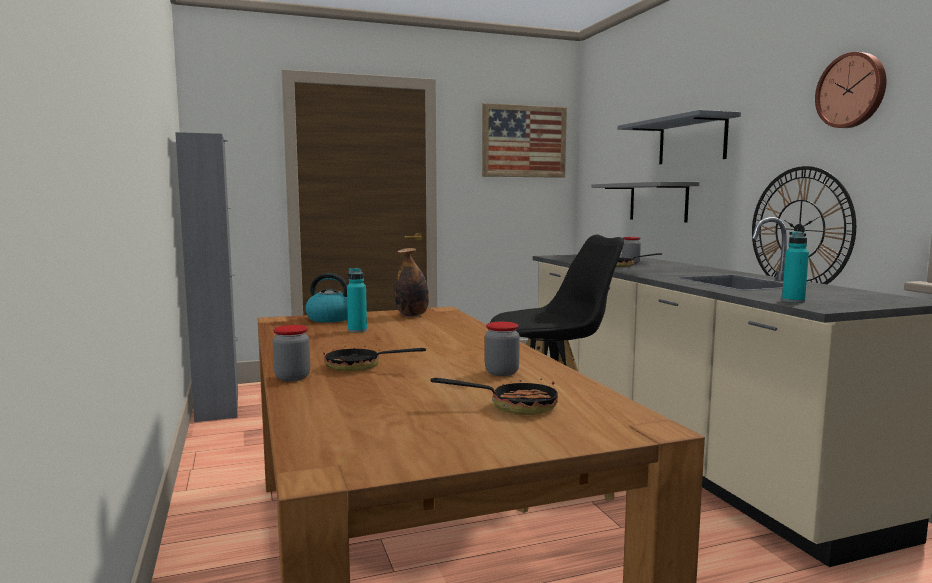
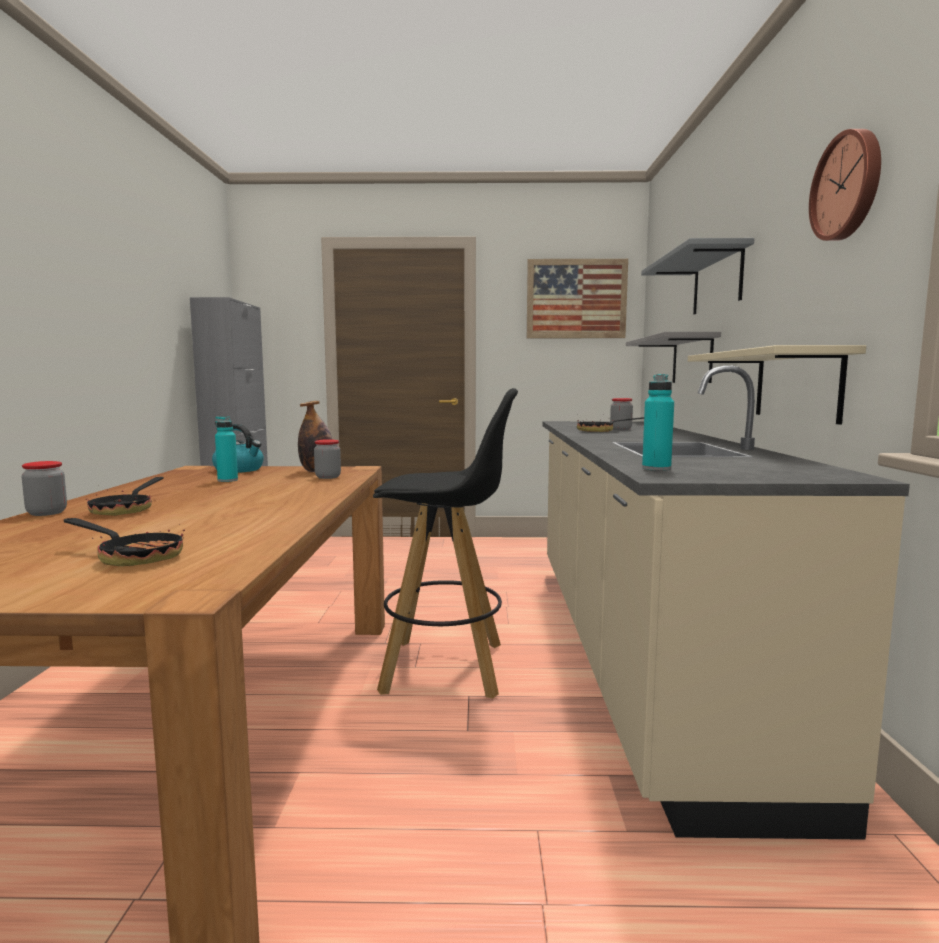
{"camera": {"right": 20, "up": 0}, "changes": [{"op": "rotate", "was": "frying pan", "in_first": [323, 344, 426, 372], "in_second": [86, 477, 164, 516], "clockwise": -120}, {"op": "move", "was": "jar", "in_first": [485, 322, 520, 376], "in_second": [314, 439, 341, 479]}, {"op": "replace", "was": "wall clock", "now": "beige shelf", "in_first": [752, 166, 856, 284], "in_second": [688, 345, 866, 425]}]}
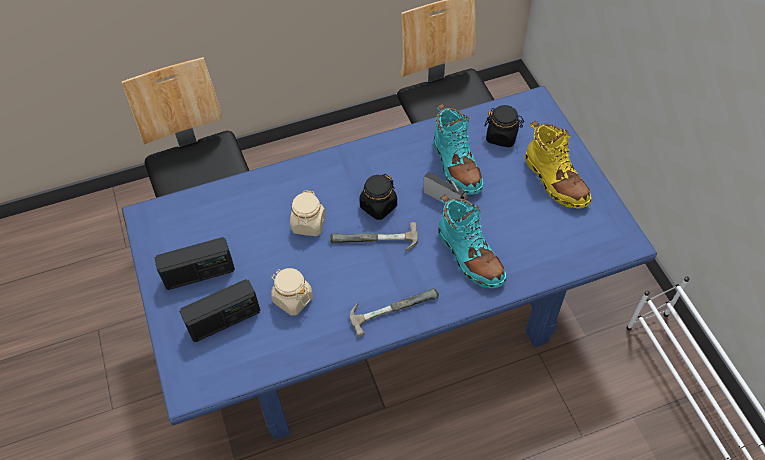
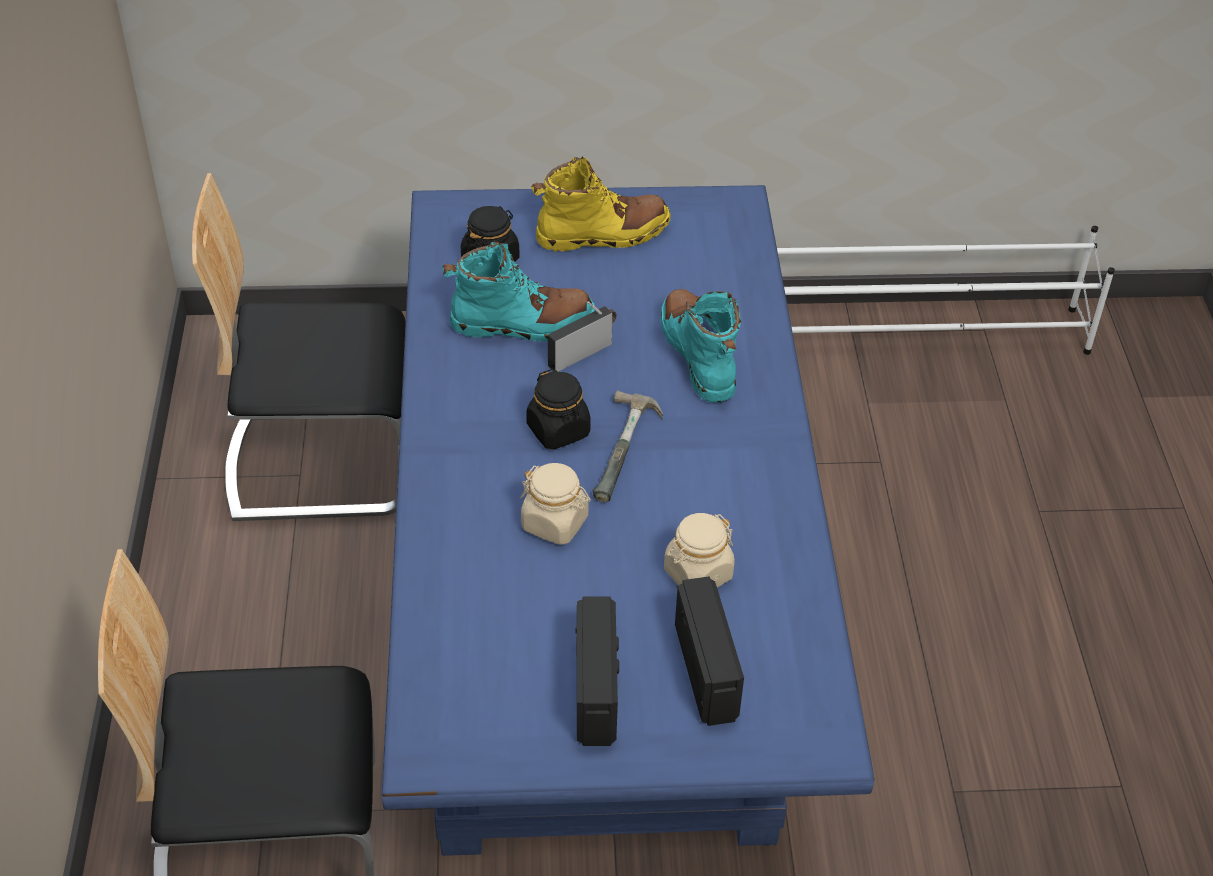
{"camera": {"right": -75, "up": -10}, "changes": [{"op": "delete", "was": "hammer", "in_first": [350, 288, 439, 337]}, {"op": "rotate", "was": "turquoise boot", "in_first": [438, 195, 507, 288], "in_second": [660, 289, 741, 403], "clockwise": -90}]}
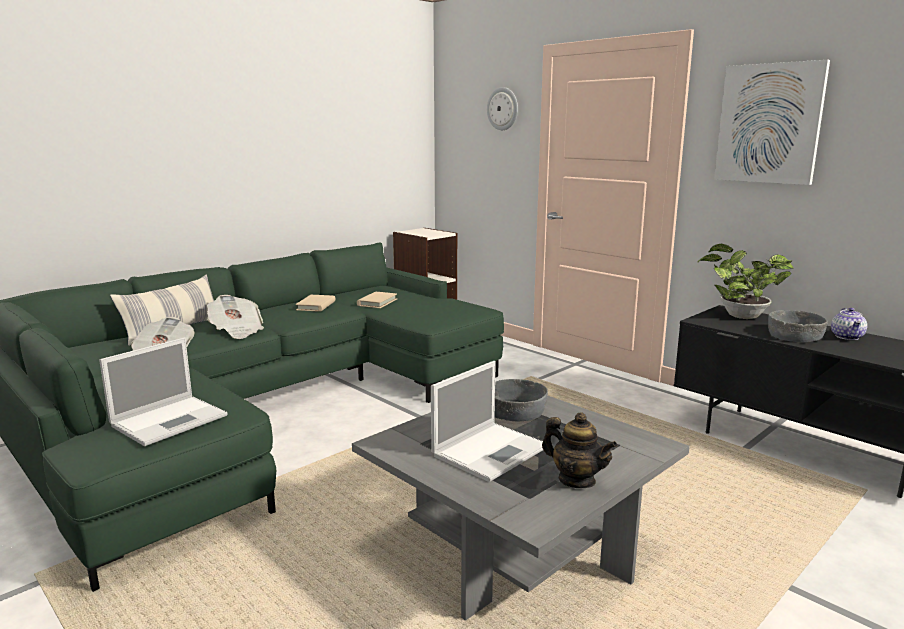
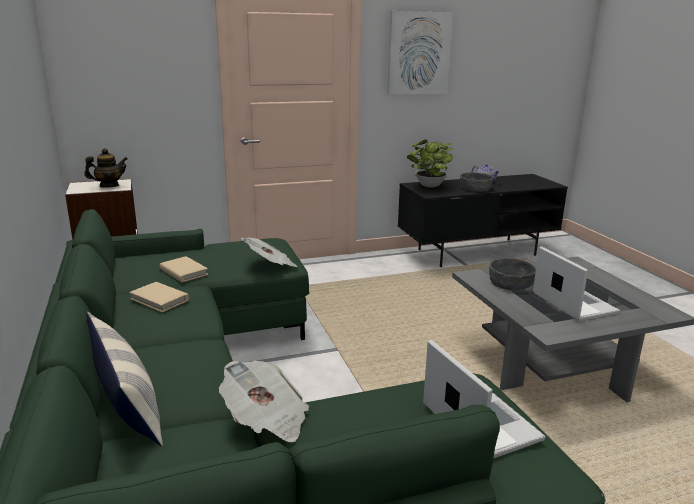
{"camera": {"right": -65, "up": 5}, "changes": [{"op": "move", "was": "newspaper", "in_first": [207, 295, 264, 339], "in_second": [241, 237, 298, 267]}, {"op": "delete", "was": "wall clock", "in_first": [487, 87, 518, 130]}, {"op": "move", "was": "teapot", "in_first": [542, 412, 617, 488], "in_second": [84, 148, 127, 188]}]}
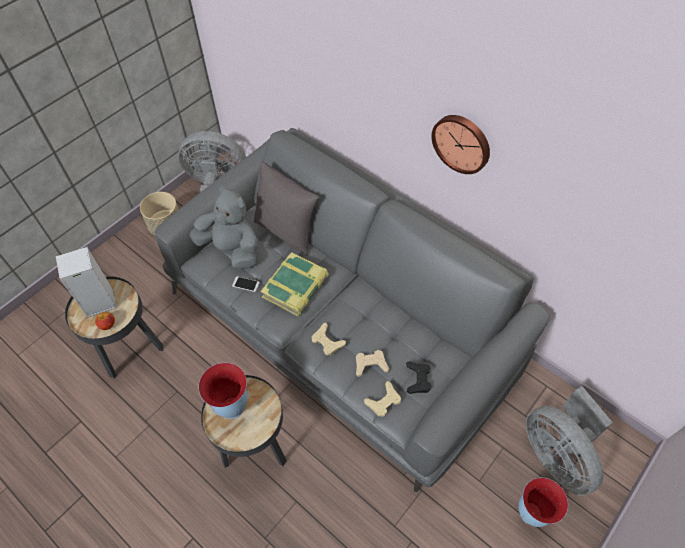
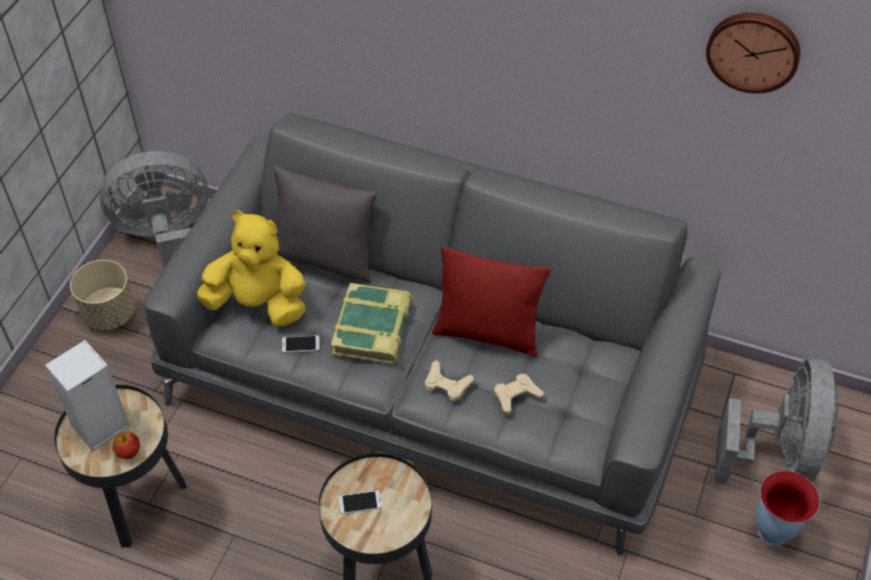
{"camera": {"right": -20, "up": -5}, "changes": [{"op": "recolor", "was": "grey plush toy", "now": "yellow plush toy", "in_first": [190, 185, 258, 269], "in_second": [197, 211, 306, 327]}, {"op": "replace", "was": "vase", "now": "phone", "in_first": [198, 363, 248, 419], "in_second": [338, 490, 382, 514]}, {"op": "delete", "was": "beige game controller", "in_first": [364, 381, 401, 417]}, {"op": "delete", "was": "black game controller", "in_first": [406, 361, 432, 394]}, {"op": "move", "was": "wall clock", "in_first": [431, 115, 490, 174], "in_second": [706, 13, 801, 93]}, {"op": "rotate", "was": "grey fan", "in_first": [526, 386, 613, 495], "in_second": [715, 359, 839, 484], "clockwise": -120}, {"op": "insert", "now": "red pillow", "in_second": [432, 246, 551, 357]}]}
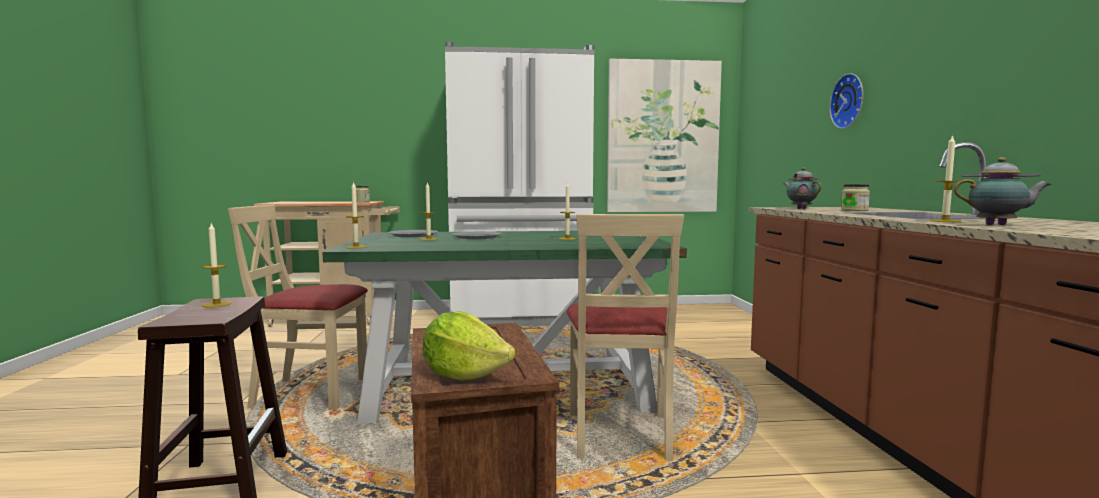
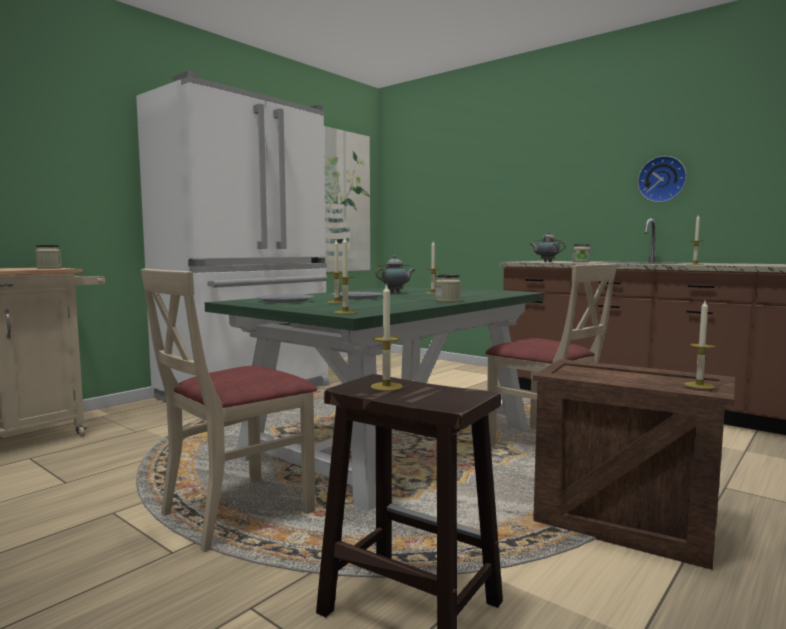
{"camera": {"right": -45, "up": 0}, "changes": [{"op": "replace", "was": "lettuce", "now": "candle", "in_first": [423, 311, 515, 381], "in_second": [685, 301, 715, 389]}, {"op": "move", "was": "wall clock", "in_first": [829, 73, 863, 129], "in_second": [638, 156, 687, 202]}, {"op": "move", "was": "teapot", "in_first": [954, 157, 1051, 225], "in_second": [375, 256, 415, 293]}, {"op": "insert", "now": "jar", "in_second": [435, 274, 461, 302]}]}
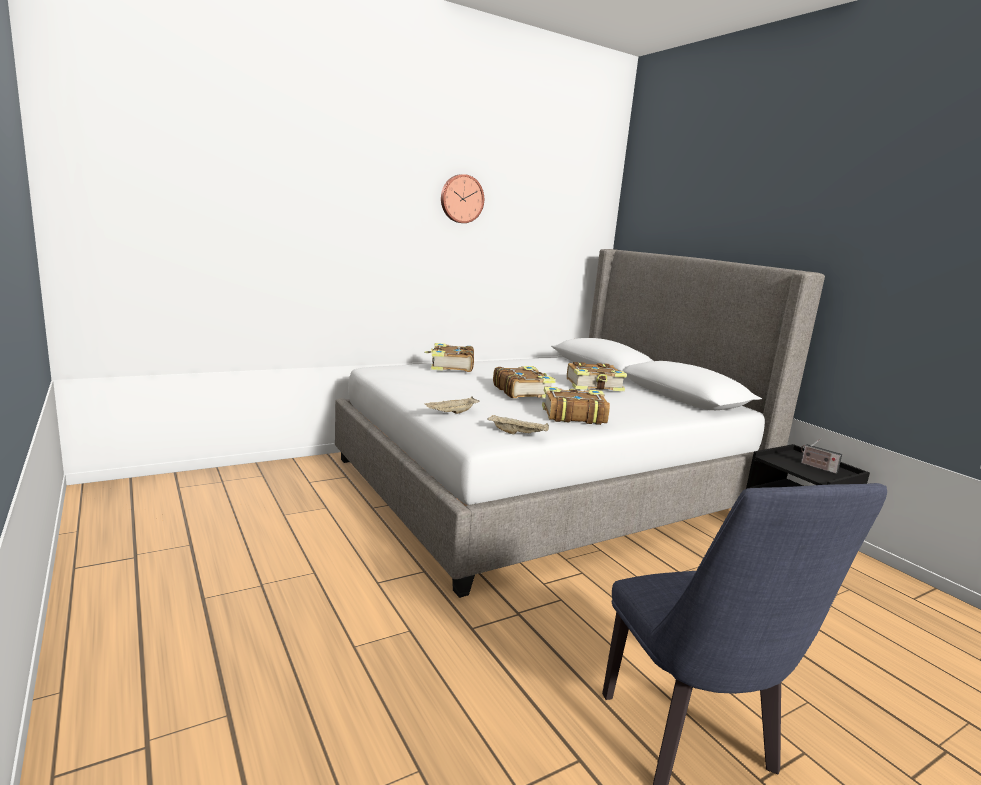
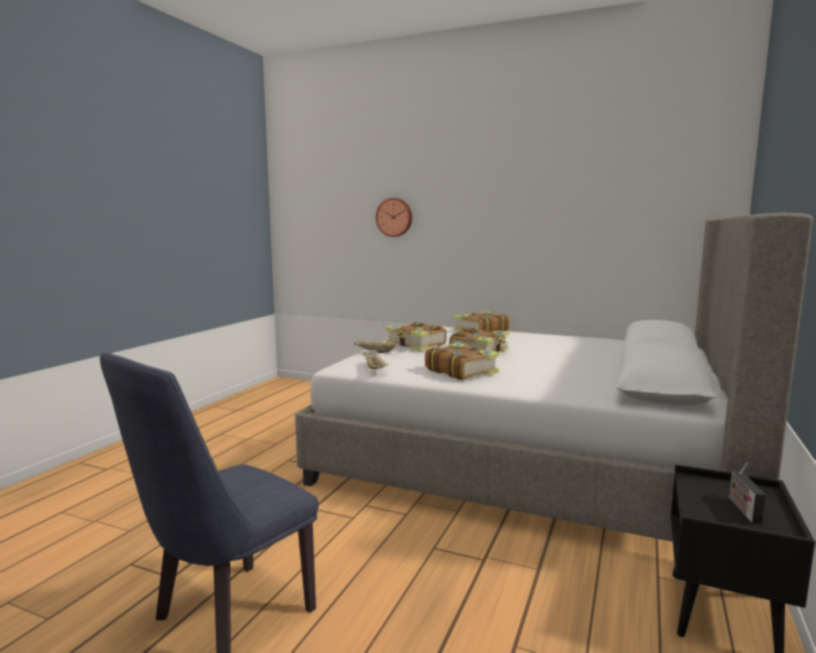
{"camera": {"right": 55, "up": -5}, "changes": [{"op": "move", "was": "wall clock", "in_first": [441, 174, 484, 223], "in_second": [376, 198, 412, 237]}, {"op": "move", "was": "book", "in_first": [567, 362, 627, 391], "in_second": [386, 322, 446, 351]}]}
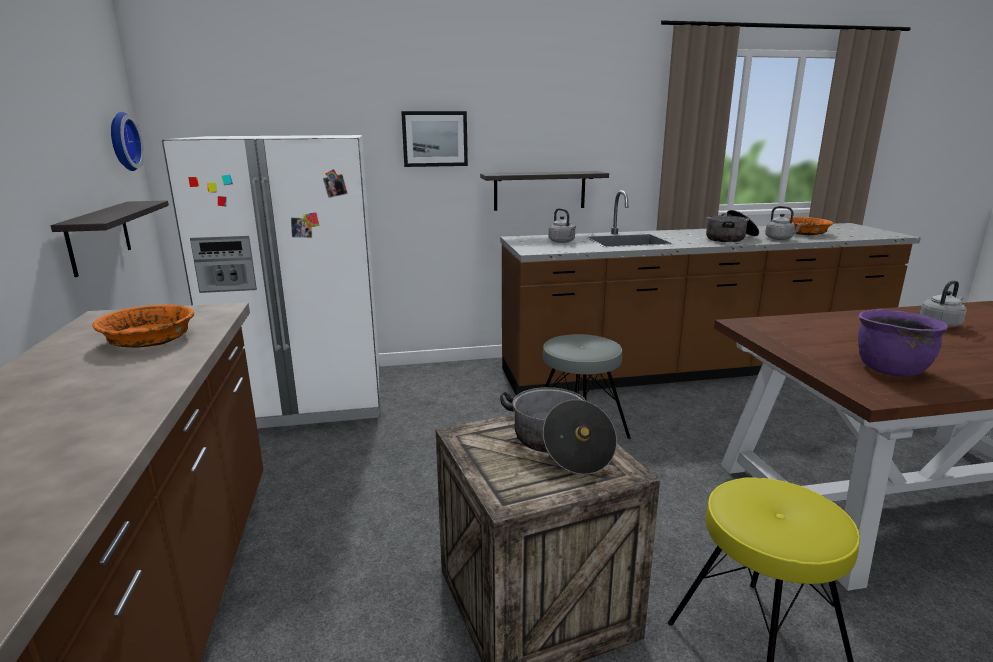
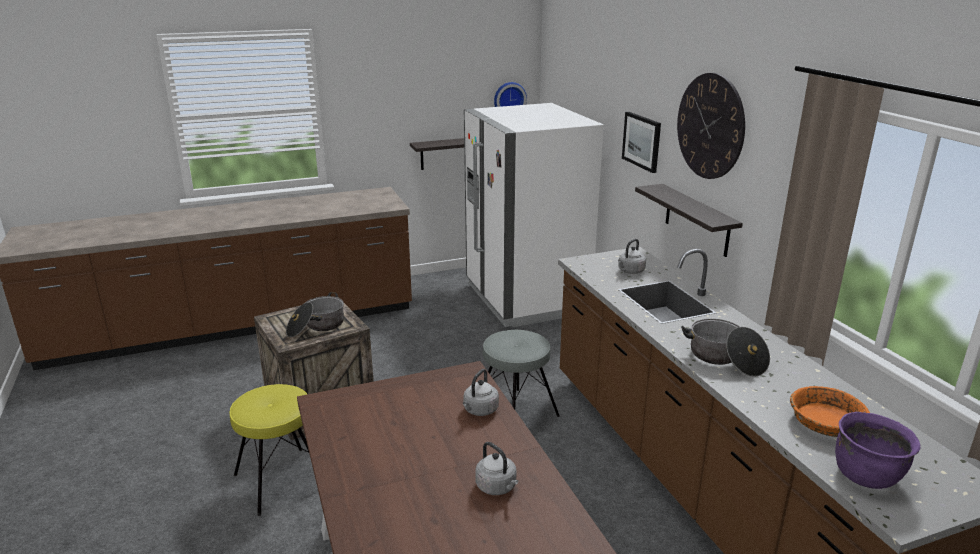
{"camera": {"right": 80, "up": 5}, "changes": [{"op": "delete", "was": "orange bowl", "in_first": [93, 305, 194, 348]}, {"op": "move", "was": "grey kettle", "in_first": [765, 206, 803, 240], "in_second": [463, 369, 499, 416]}, {"op": "move", "was": "purple cooking pot", "in_first": [858, 309, 948, 377], "in_second": [835, 412, 920, 489]}, {"op": "insert", "now": "wall clock", "in_second": [677, 73, 745, 179]}]}
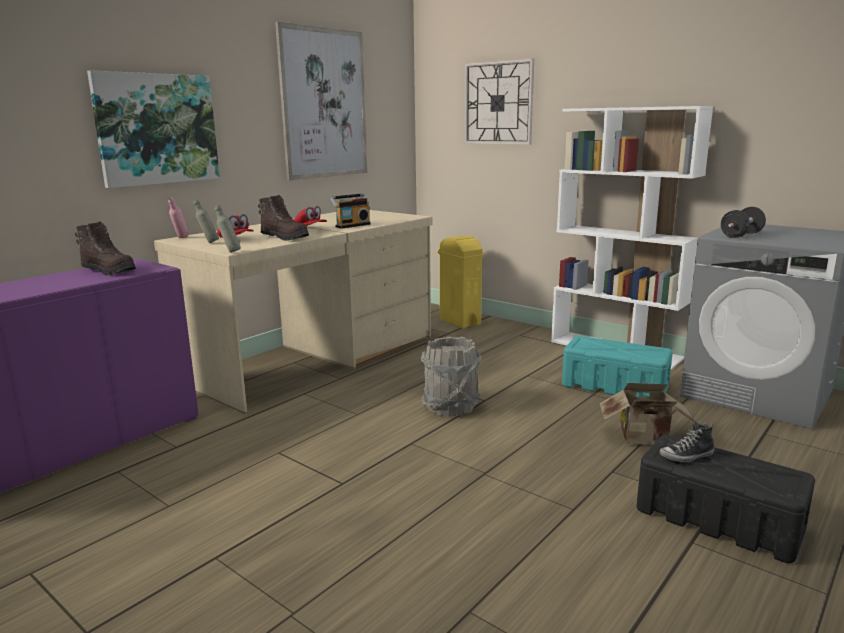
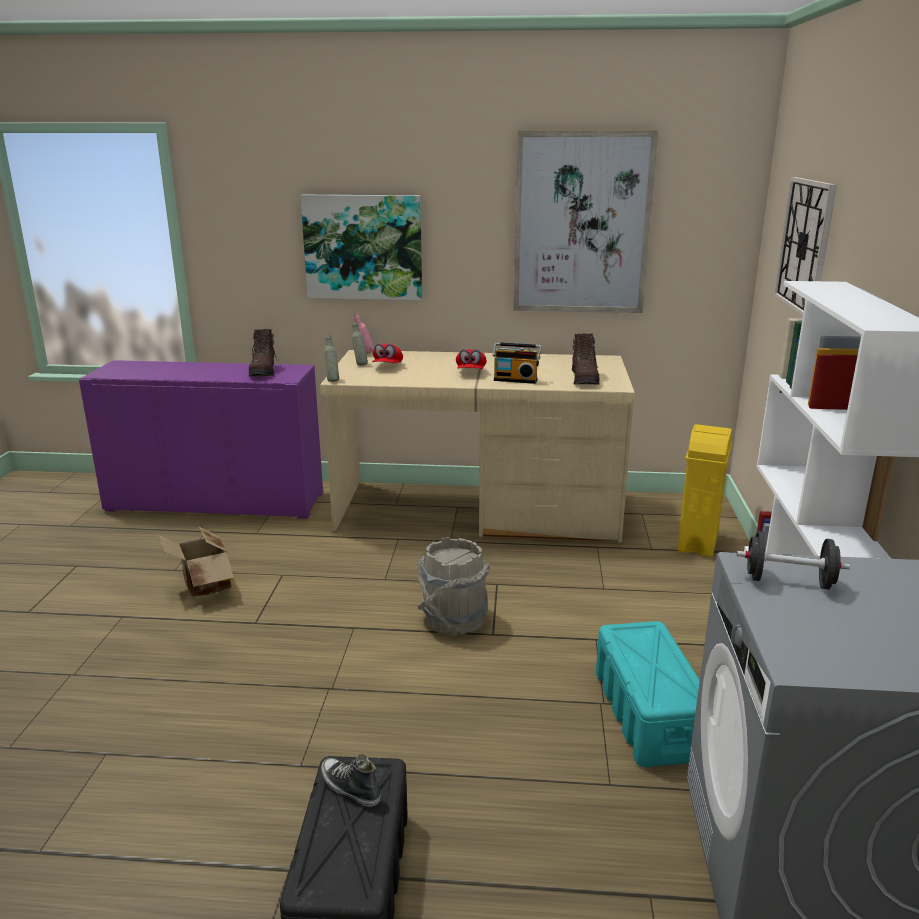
{"camera": {"right": 55, "up": 5}, "changes": [{"op": "move", "was": "brown boot", "in_first": [258, 195, 309, 241], "in_second": [572, 333, 599, 384]}, {"op": "move", "was": "cardboard box", "in_first": [600, 383, 695, 445], "in_second": [158, 527, 234, 597]}]}
